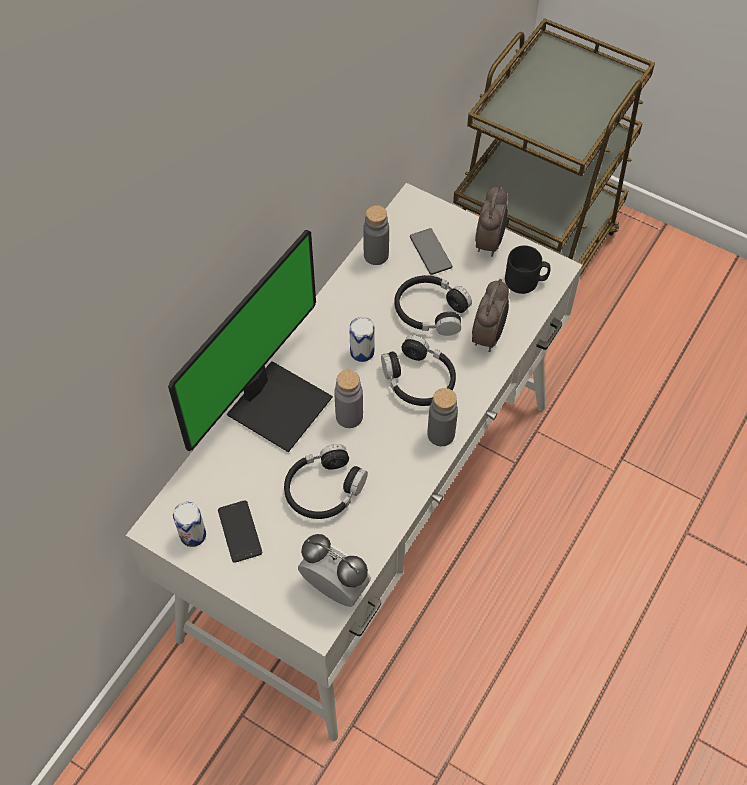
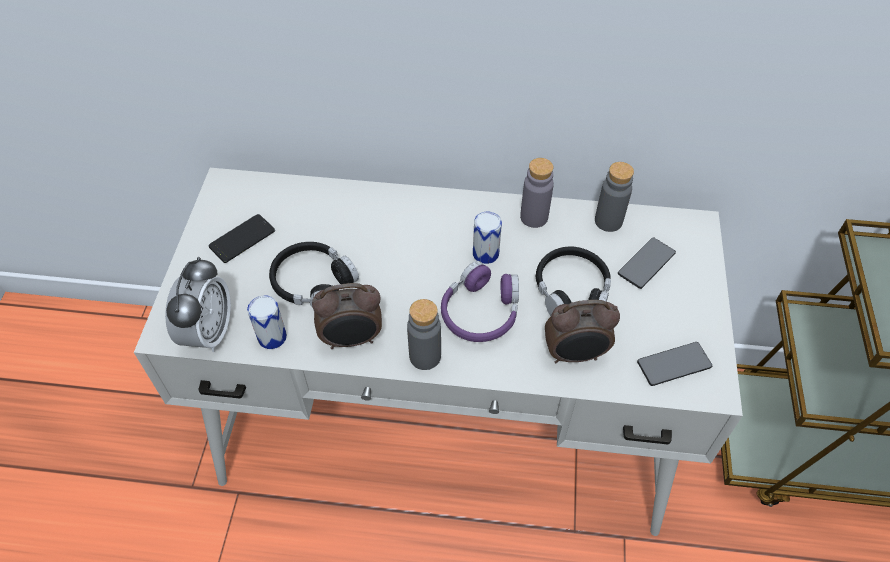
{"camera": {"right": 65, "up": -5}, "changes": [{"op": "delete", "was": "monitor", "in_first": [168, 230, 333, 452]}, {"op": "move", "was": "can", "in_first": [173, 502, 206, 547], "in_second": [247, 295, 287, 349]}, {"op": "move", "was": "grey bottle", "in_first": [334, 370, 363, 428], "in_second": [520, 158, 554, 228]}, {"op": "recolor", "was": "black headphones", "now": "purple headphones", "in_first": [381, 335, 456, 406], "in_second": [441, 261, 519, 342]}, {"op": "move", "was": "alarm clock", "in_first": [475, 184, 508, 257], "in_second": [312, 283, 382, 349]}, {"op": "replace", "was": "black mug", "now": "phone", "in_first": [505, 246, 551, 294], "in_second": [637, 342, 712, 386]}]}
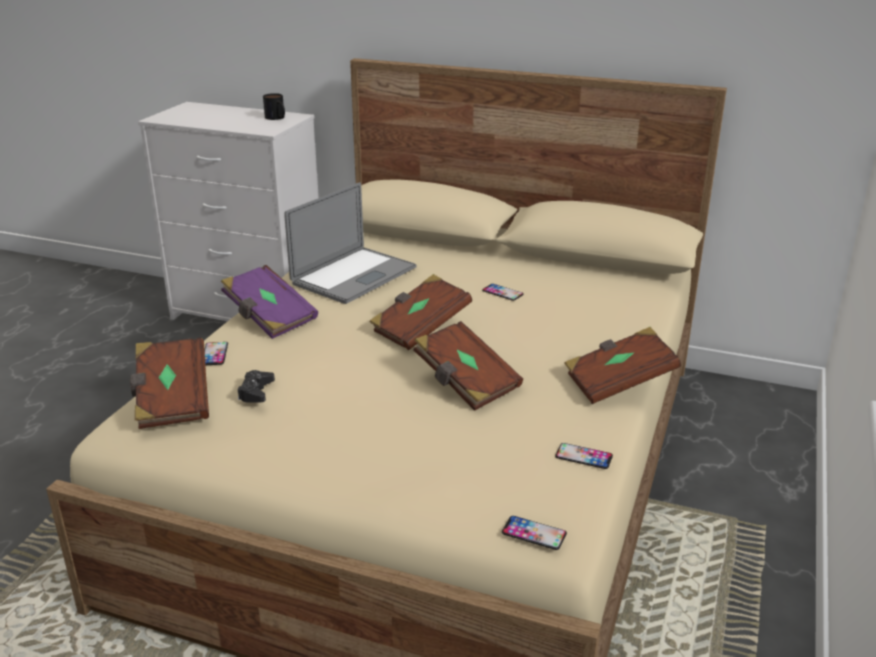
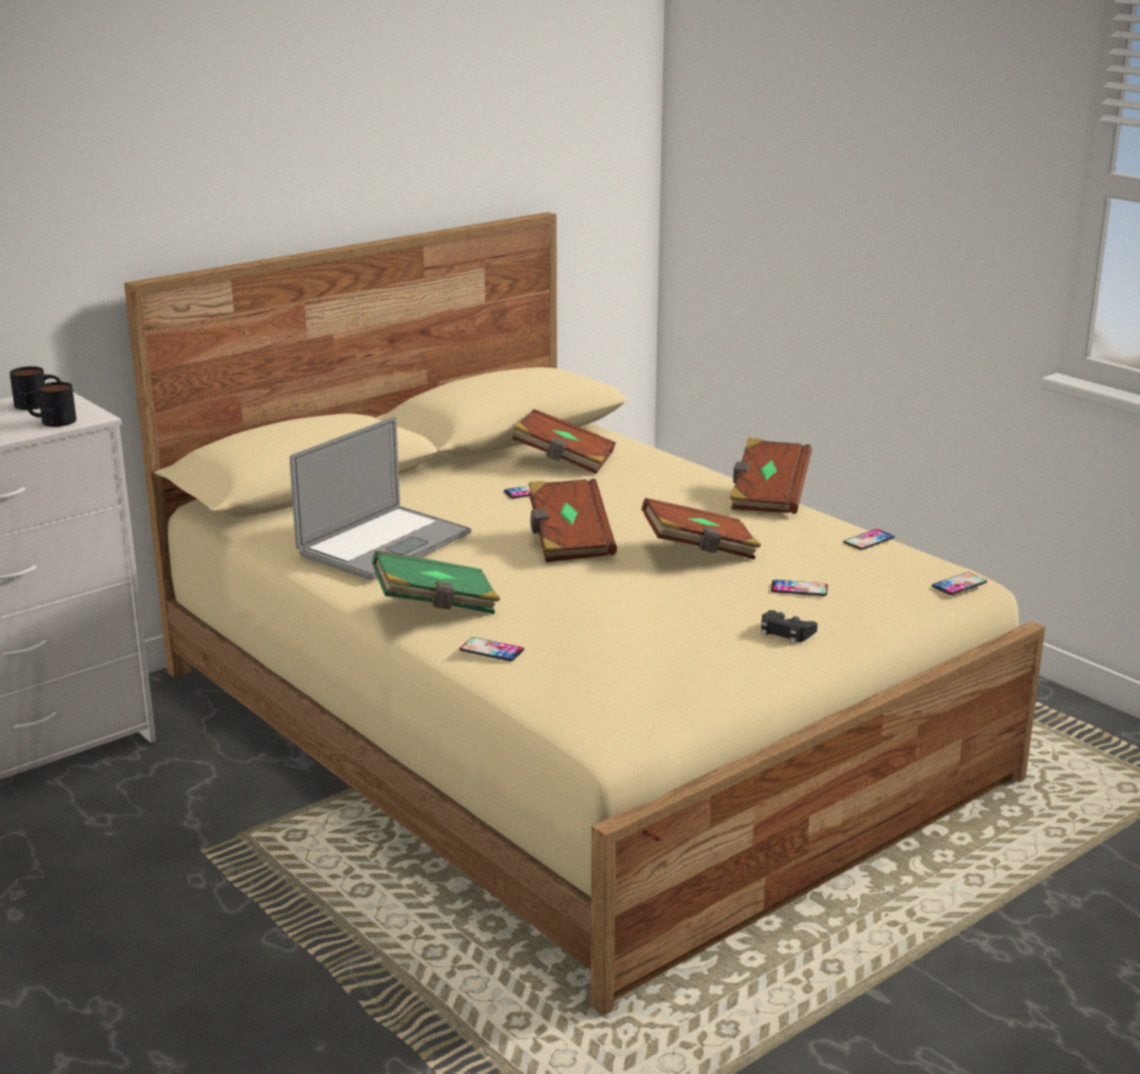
{"camera": {"right": -60, "up": -5}, "changes": [{"op": "move", "was": "brown book", "in_first": [130, 338, 209, 429], "in_second": [512, 409, 616, 474]}, {"op": "recolor", "was": "purple book", "now": "green book", "in_first": [221, 265, 318, 339], "in_second": [372, 551, 500, 614]}, {"op": "move", "was": "black game controller", "in_first": [237, 370, 275, 402], "in_second": [761, 610, 818, 644]}, {"op": "rotate", "was": "laptop", "in_first": [284, 182, 417, 304], "in_second": [290, 417, 471, 580], "clockwise": 60}, {"op": "insert", "now": "mug", "in_second": [25, 382, 76, 427]}, {"op": "insert", "now": "phone", "in_second": [771, 580, 828, 596]}]}
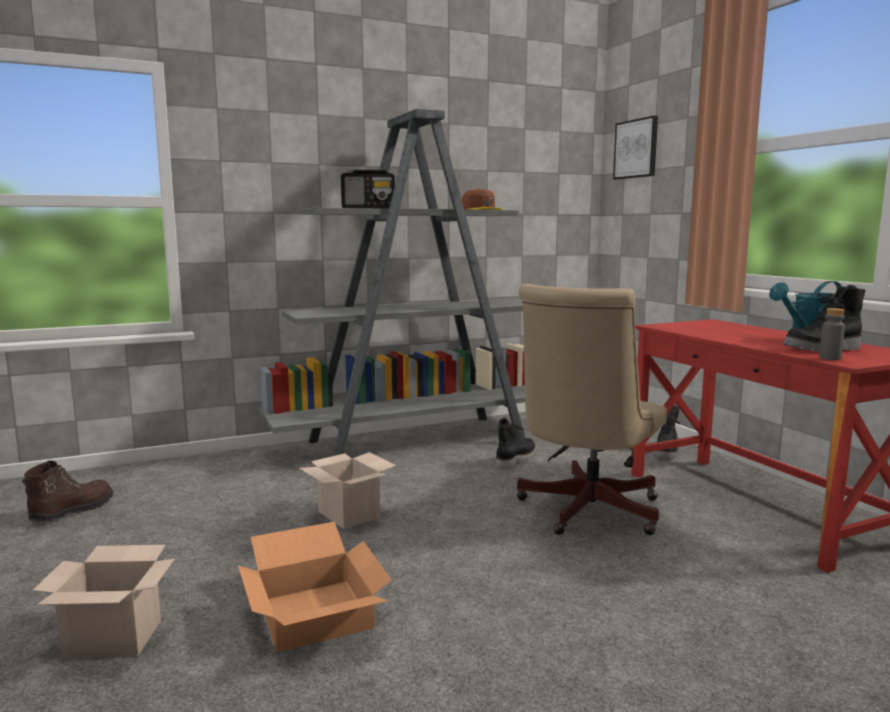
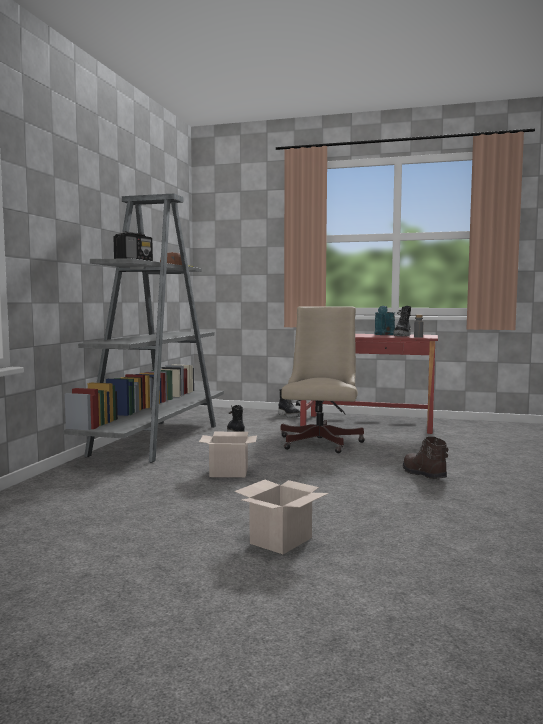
{"camera": {"right": -50, "up": -5}, "changes": [{"op": "move", "was": "brown boot", "in_first": [22, 460, 114, 522], "in_second": [403, 437, 448, 479]}, {"op": "delete", "was": "cardboard box", "in_first": [238, 522, 392, 652]}, {"op": "rotate", "was": "beige office chair", "in_first": [517, 284, 667, 535], "in_second": [281, 306, 365, 453], "clockwise": -150}, {"op": "delete", "was": "picture", "in_first": [613, 116, 658, 179]}]}
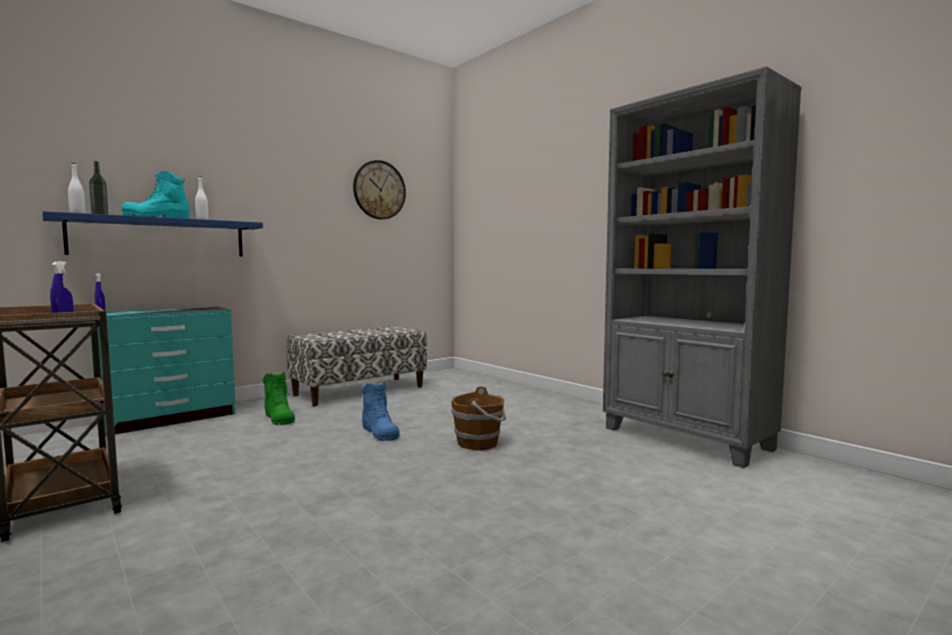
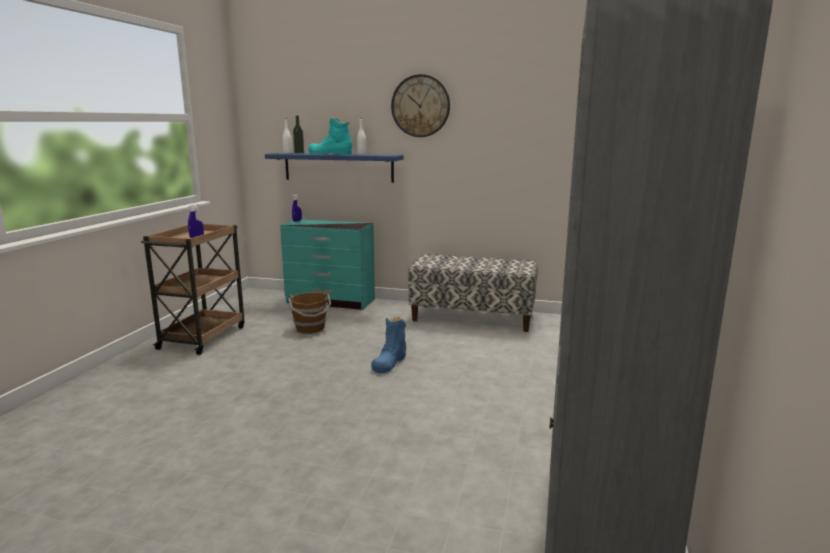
{"camera": {"right": 55, "up": 10}, "changes": [{"op": "delete", "was": "green boot", "in_first": [263, 372, 295, 425]}, {"op": "move", "was": "wall clock", "in_first": [353, 160, 406, 219], "in_second": [391, 74, 450, 137]}, {"op": "move", "was": "brown bucket", "in_first": [451, 386, 506, 450], "in_second": [288, 290, 331, 333]}]}
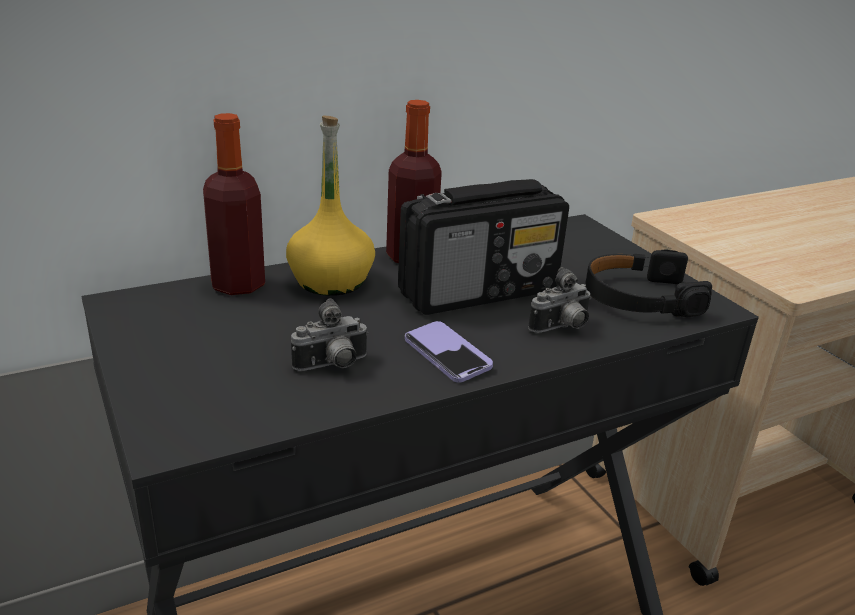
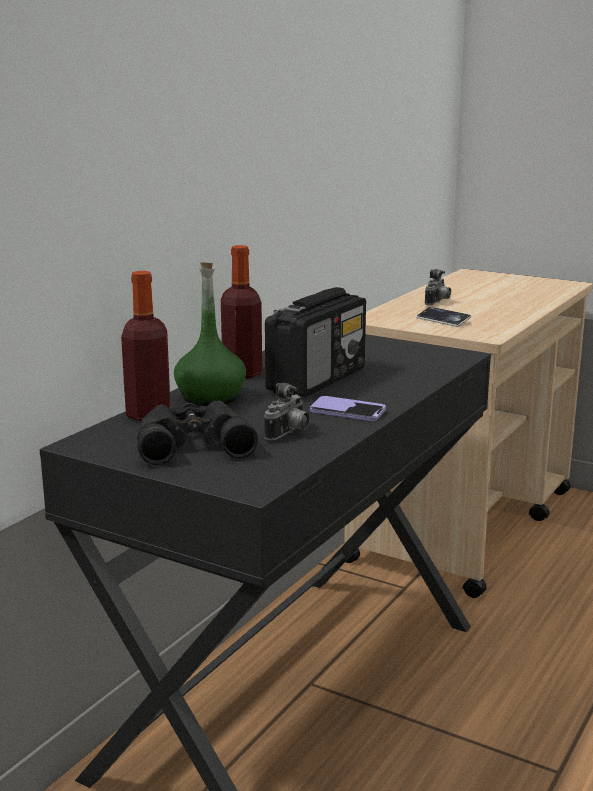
{"camera": {"right": -30, "up": -10}, "changes": [{"op": "recolor", "was": "yellow bottle", "now": "green bottle", "in_first": [286, 115, 375, 296], "in_second": [174, 262, 246, 406]}, {"op": "move", "was": "photo camera", "in_first": [528, 267, 591, 333], "in_second": [425, 269, 451, 306]}, {"op": "delete", "was": "black headphones", "in_first": [585, 250, 712, 318]}, {"op": "insert", "now": "black binoculars", "in_second": [137, 401, 258, 465]}, {"op": "insert", "now": "phone", "in_second": [416, 307, 471, 327]}]}
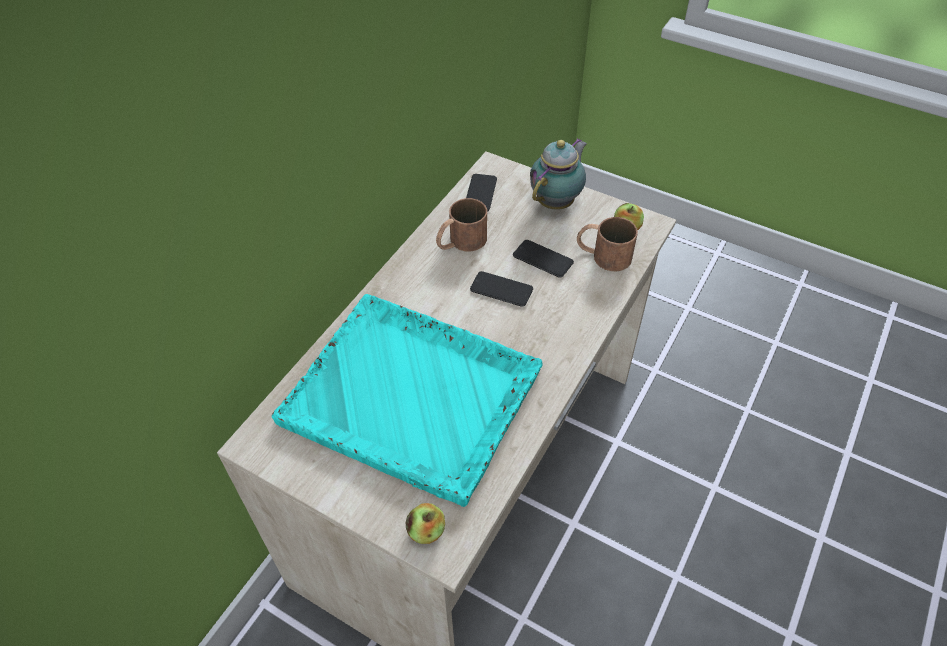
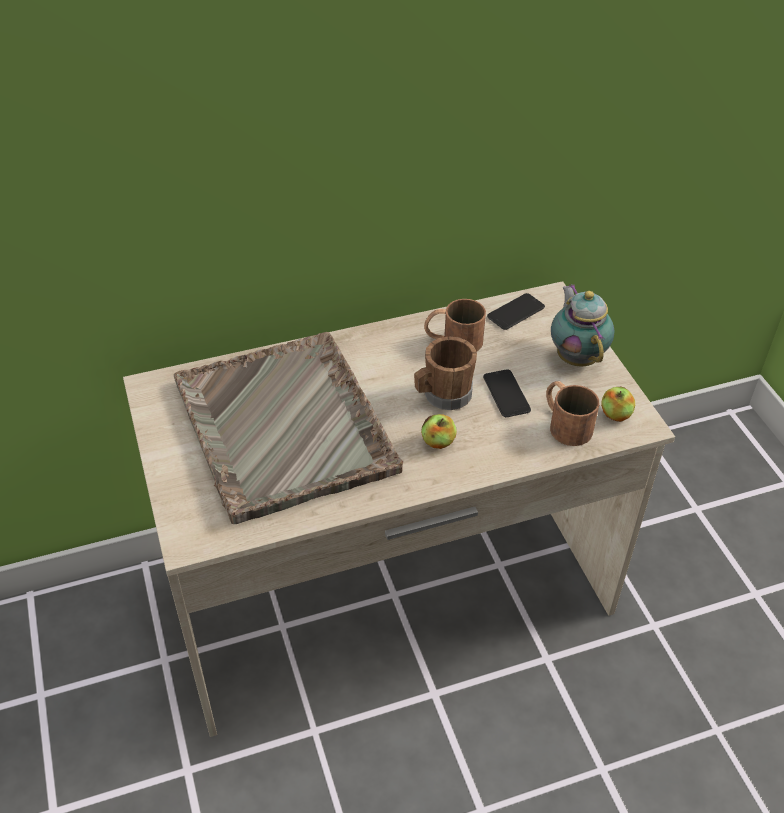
{"camera": {"right": 40, "up": -5}, "changes": [{"op": "recolor", "was": "turquoise tray", "now": "grey tray", "in_first": [272, 294, 543, 507], "in_second": [174, 332, 403, 524]}, {"op": "move", "was": "apple", "in_first": [406, 503, 445, 544], "in_second": [421, 414, 457, 449]}, {"op": "replace", "was": "phone", "now": "brown mug", "in_first": [470, 271, 533, 307], "in_second": [414, 337, 477, 410]}, {"op": "rotate", "was": "teapot", "in_first": [530, 138, 587, 210], "in_second": [551, 284, 614, 367], "clockwise": -90}]}
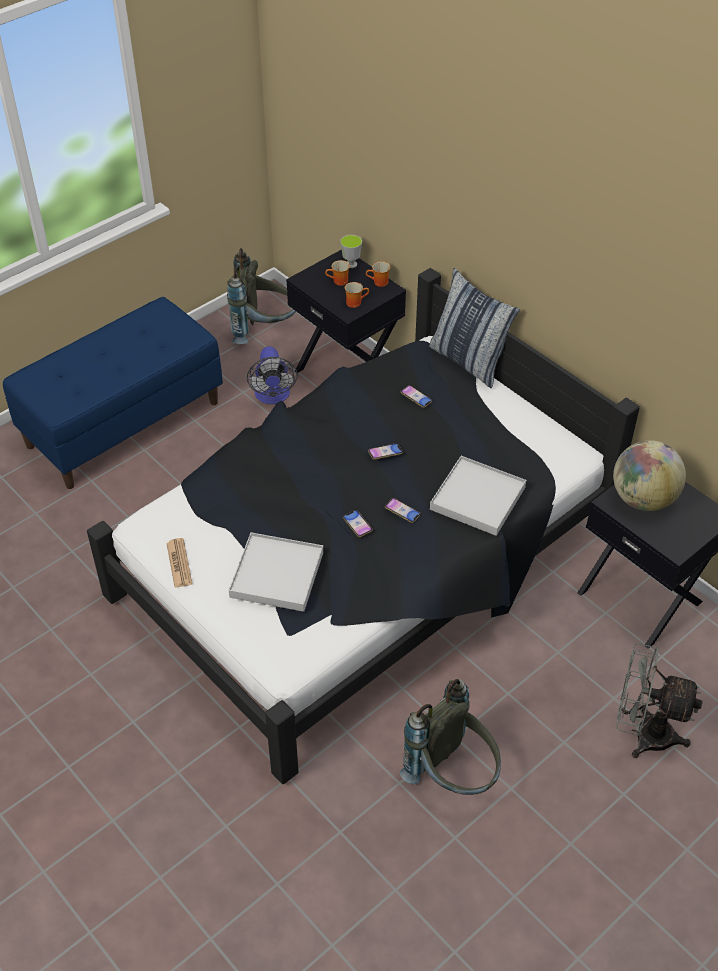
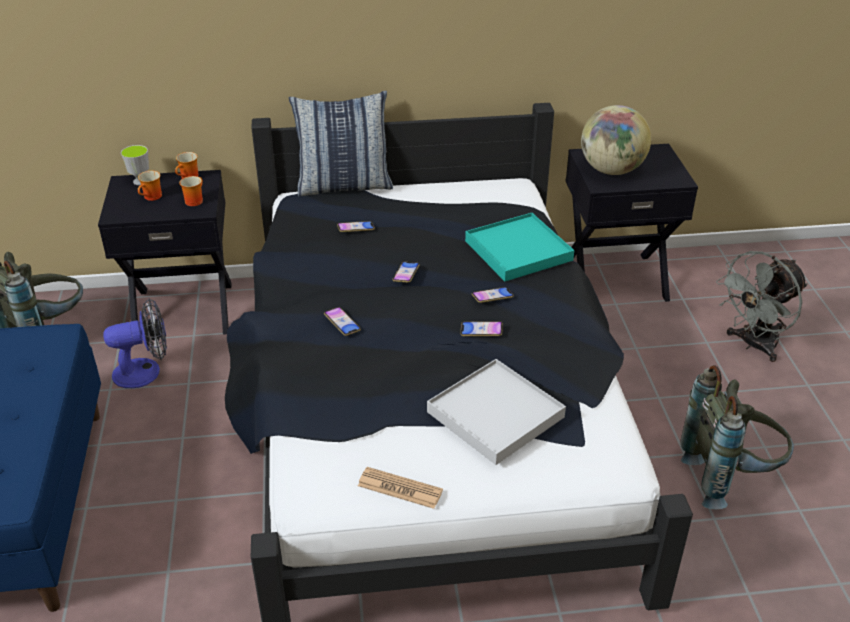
{"camera": {"right": -55, "up": -10}, "changes": [{"op": "rotate", "was": "fan", "in_first": [247, 346, 298, 404], "in_second": [103, 298, 167, 388], "clockwise": -45}, {"op": "recolor", "was": "white tray", "now": "turquoise tray", "in_first": [430, 456, 526, 536], "in_second": [465, 213, 574, 281]}, {"op": "insert", "now": "phone", "in_second": [324, 307, 361, 336]}]}
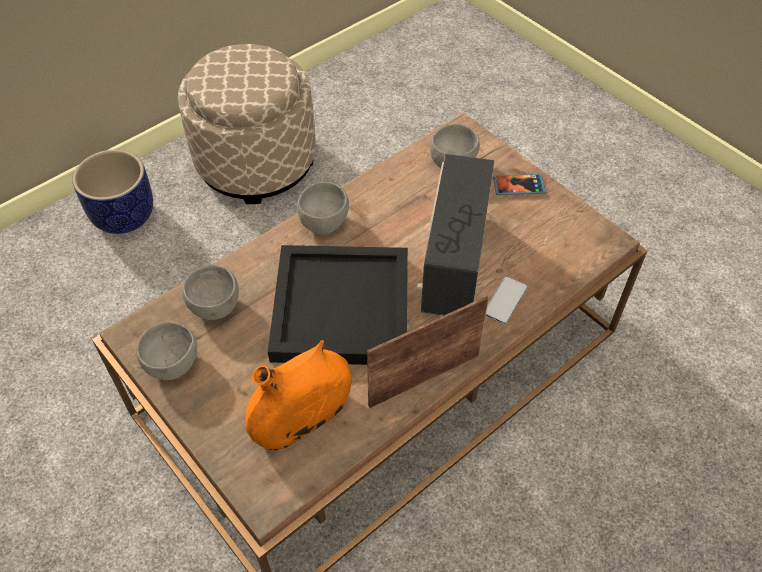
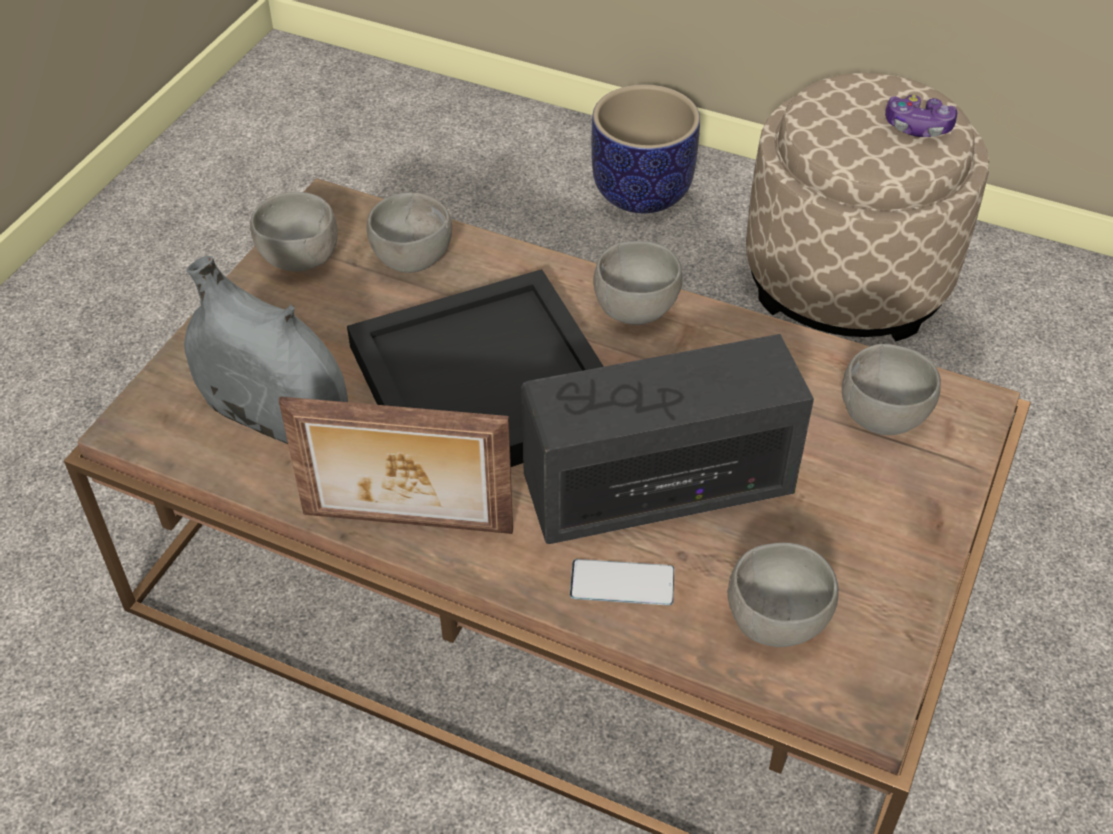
{"camera": {"right": 65, "up": -5}, "changes": [{"op": "recolor", "was": "orange vase", "now": "grey vase", "in_first": [245, 340, 352, 450], "in_second": [184, 256, 348, 444]}, {"op": "rotate", "was": "picture frame", "in_first": [367, 296, 489, 408], "in_second": [279, 396, 513, 534], "clockwise": 150}, {"op": "delete", "was": "phone", "in_first": [493, 174, 546, 195]}, {"op": "insert", "now": "grey bowl", "in_second": [727, 542, 839, 647]}, {"op": "insert", "now": "game controller", "in_second": [885, 95, 957, 137]}]}
